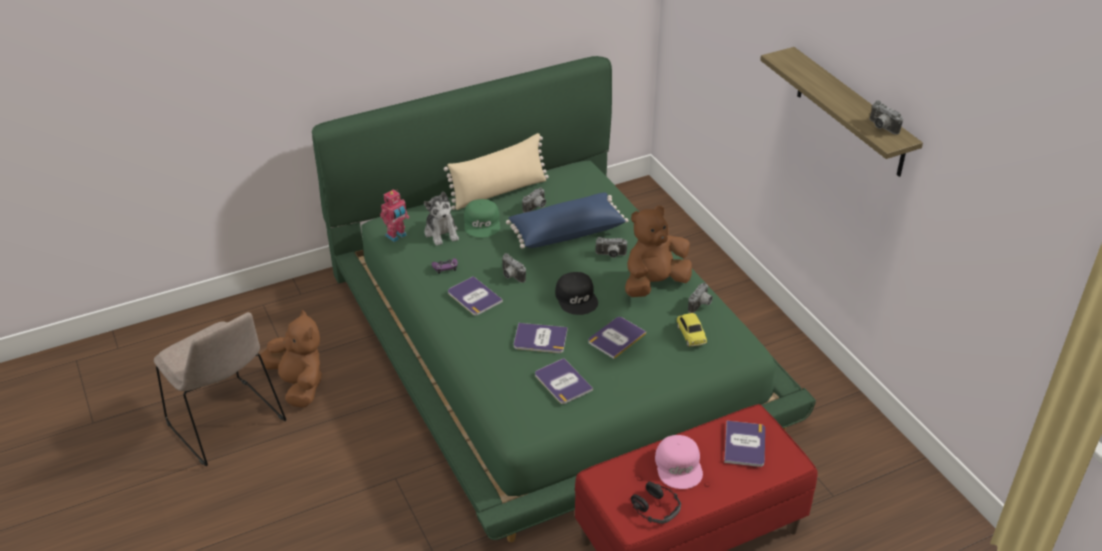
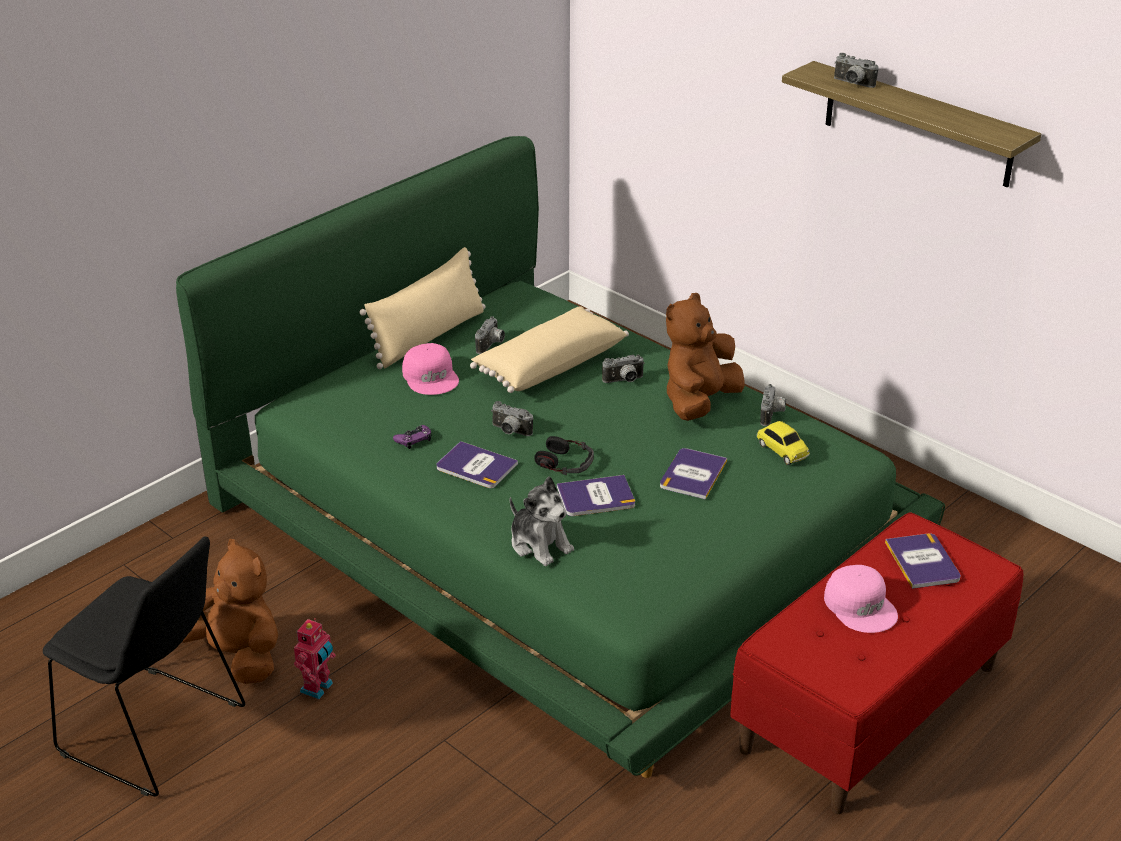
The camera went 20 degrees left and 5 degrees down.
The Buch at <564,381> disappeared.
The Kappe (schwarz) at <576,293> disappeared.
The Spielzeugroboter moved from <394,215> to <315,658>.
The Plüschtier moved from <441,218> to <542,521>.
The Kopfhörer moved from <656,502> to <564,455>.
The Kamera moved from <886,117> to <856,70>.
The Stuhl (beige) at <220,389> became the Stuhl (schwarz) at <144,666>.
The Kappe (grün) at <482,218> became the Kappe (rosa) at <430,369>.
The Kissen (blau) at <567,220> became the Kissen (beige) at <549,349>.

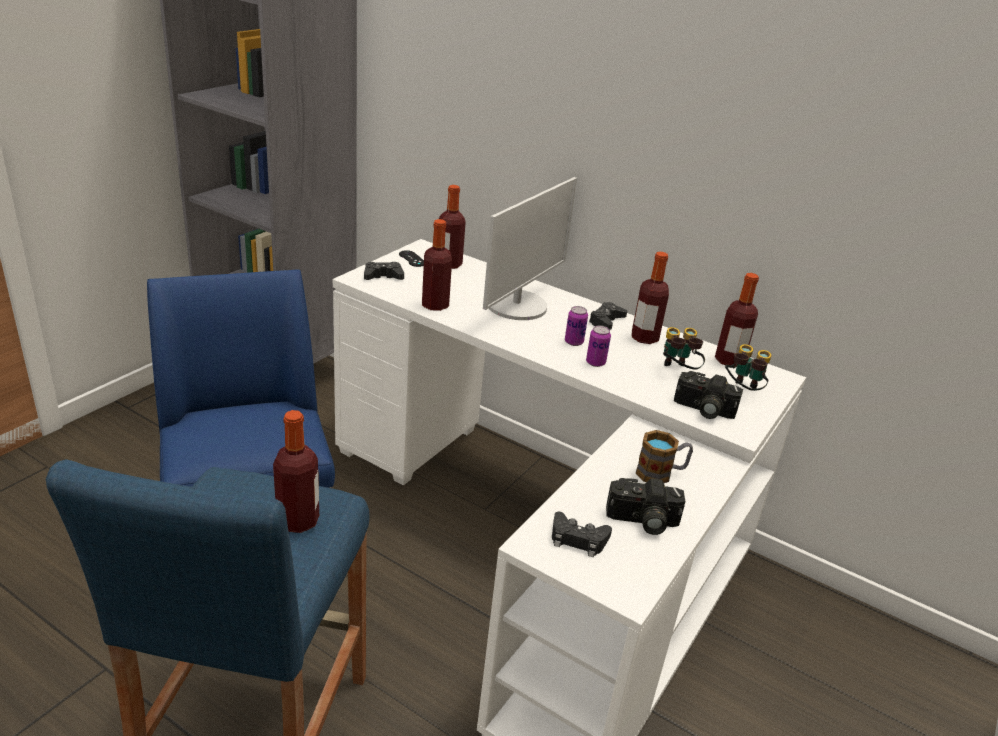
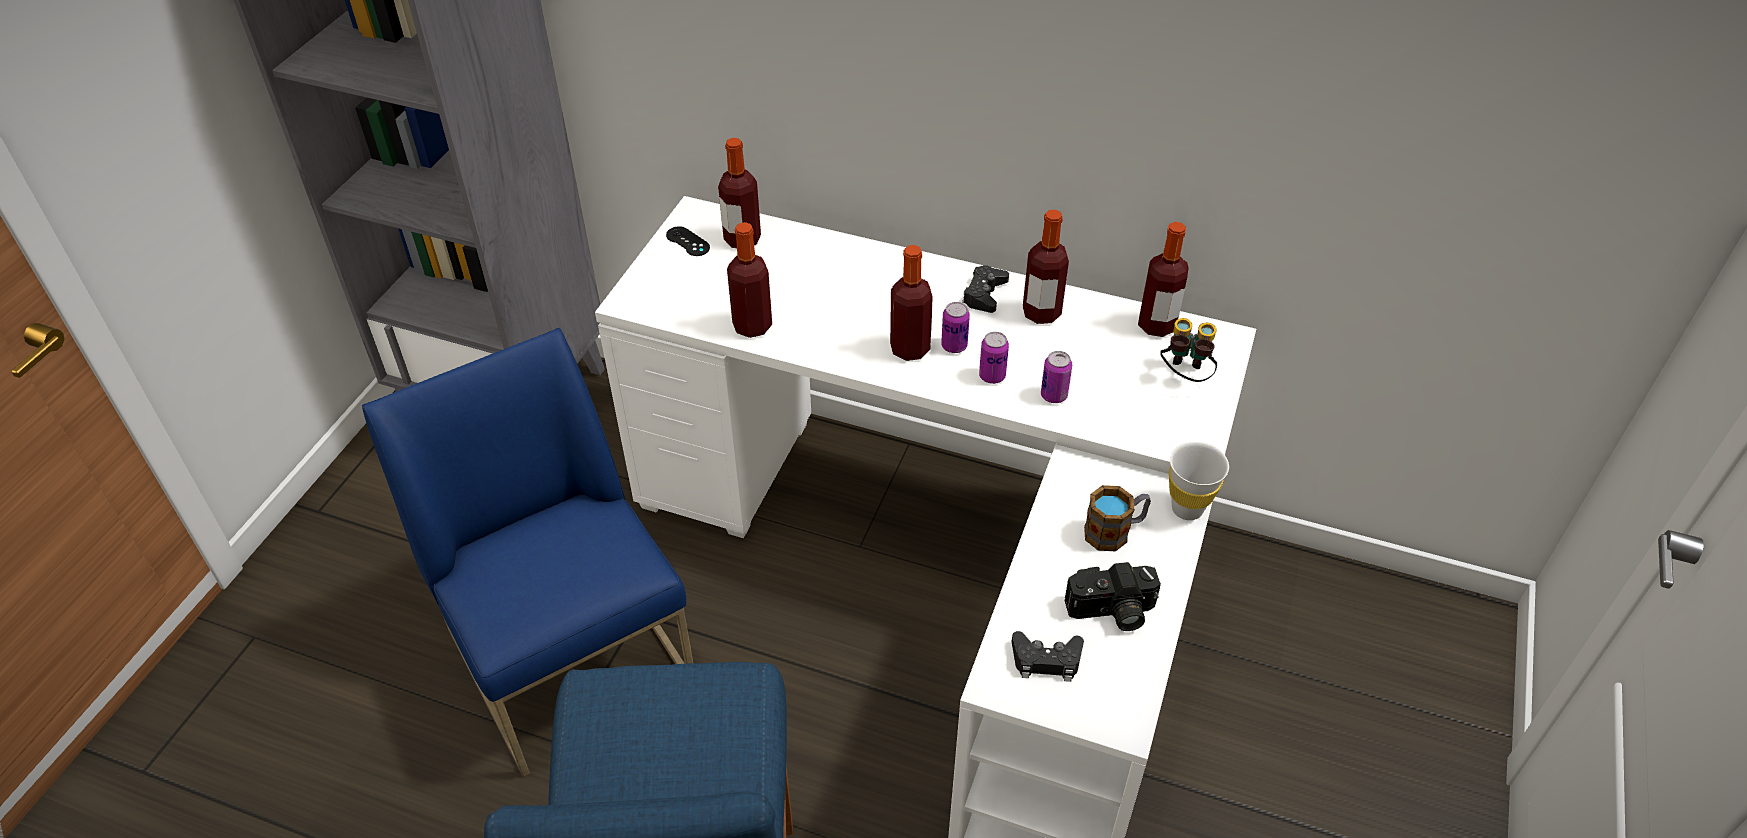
The camera went 10 degrees left and 15 degrees up.
The Gamepad (schwarz) at <384,271> disappeared.
The Monitor at <530,248> disappeared.
The Fernglas at <684,348> disappeared.
The Kamera at <708,395> disappeared.
The Dose at <1056,377> appeared.
The Tasse (weiß) at <1199,480> appeared.
The Flasche moved from <296,471> to <911,303>.

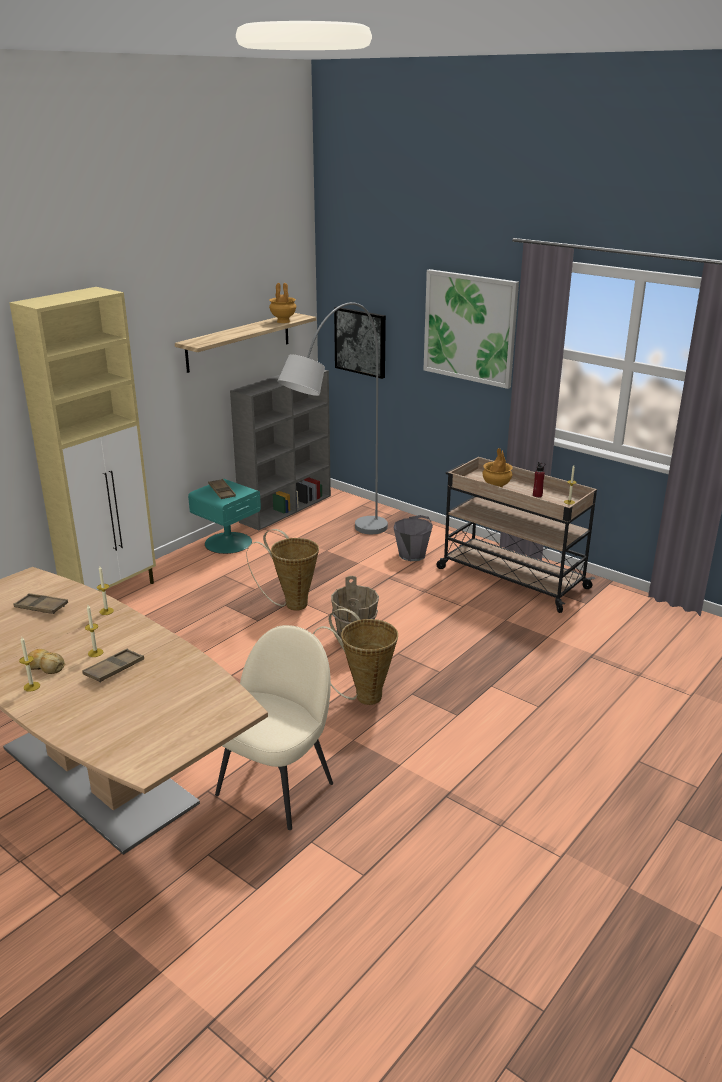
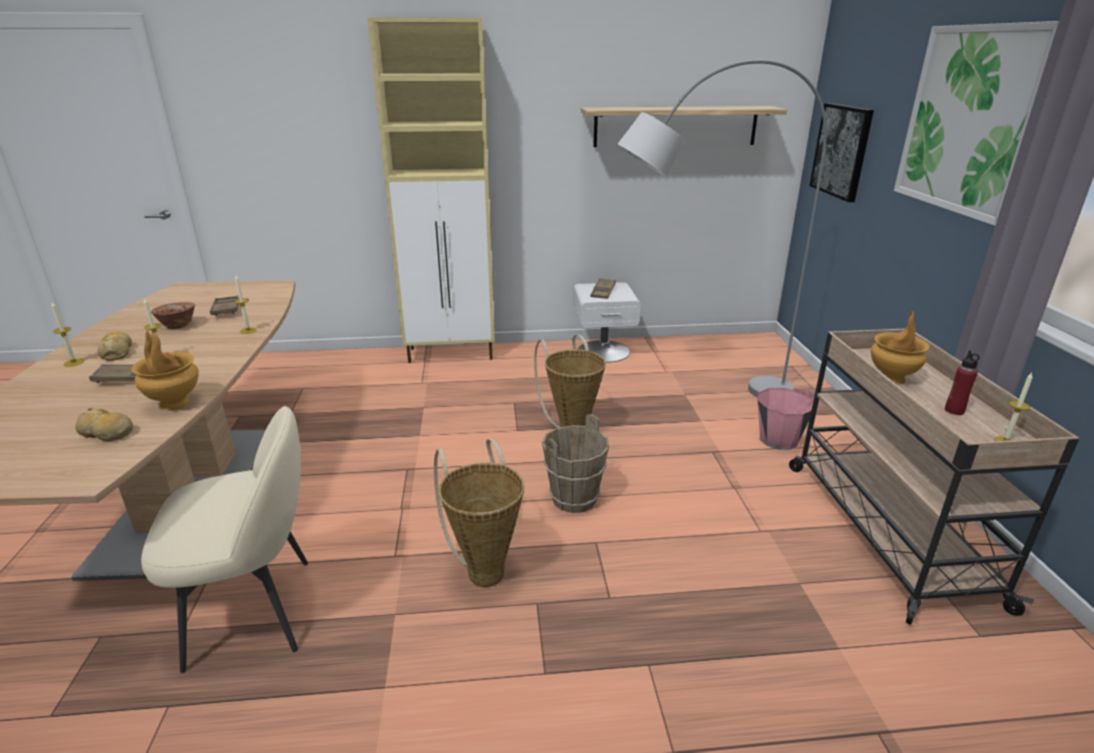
The camera went 45 degrees right and 0 degrees up.
The Bücherregal (grau) at <280,450> disappeared.
The Brot at <104,424> appeared.
The Schüssel at <173,315> appeared.
The Vase (braun) moved from <282,303> to <165,370>.
The Nachttisch (türkis) at <224,516> became the Nachttisch (weiß) at <607,322>.
The Eimer (grau) at <413,538> became the Eimer (rosa) at <785,419>.

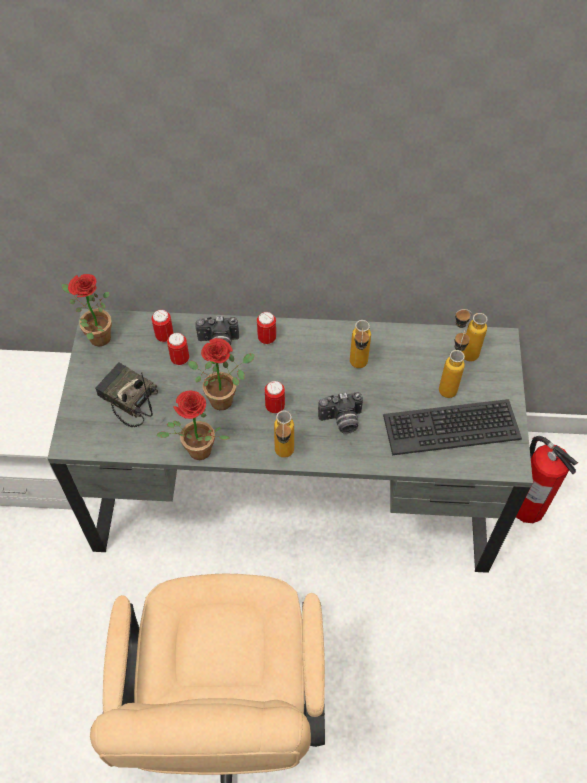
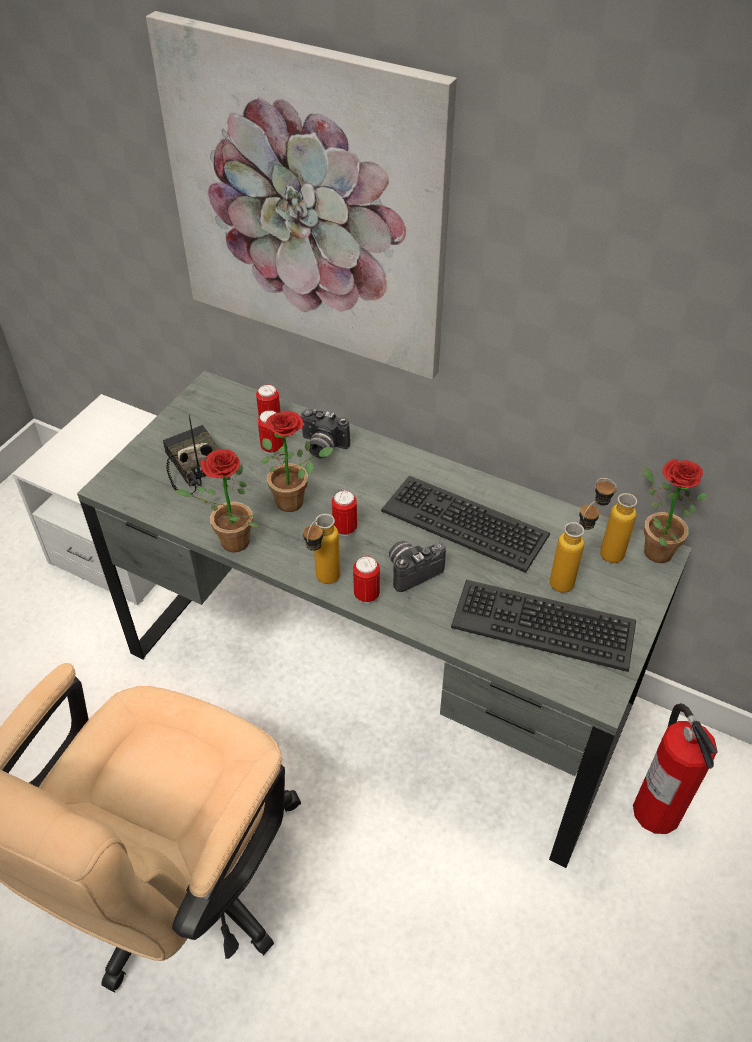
The camera went 25 degrees right and 10 degrees down.
The Bild at <301,195> appeared.
The Topfpflanze moved from <87,310> to <675,511>.
The Dose moved from <266,328> to <366,579>.
The Flasche at <360,344> was replaced by the Tastatur at <465,524>.
The Kamera at <340,413> turned 135 degrees clockwise.

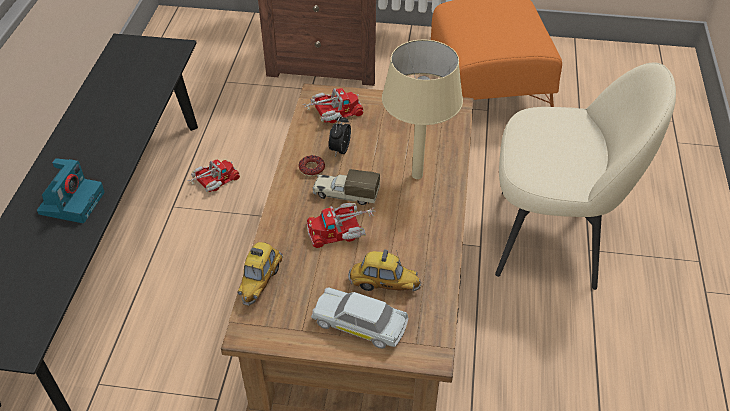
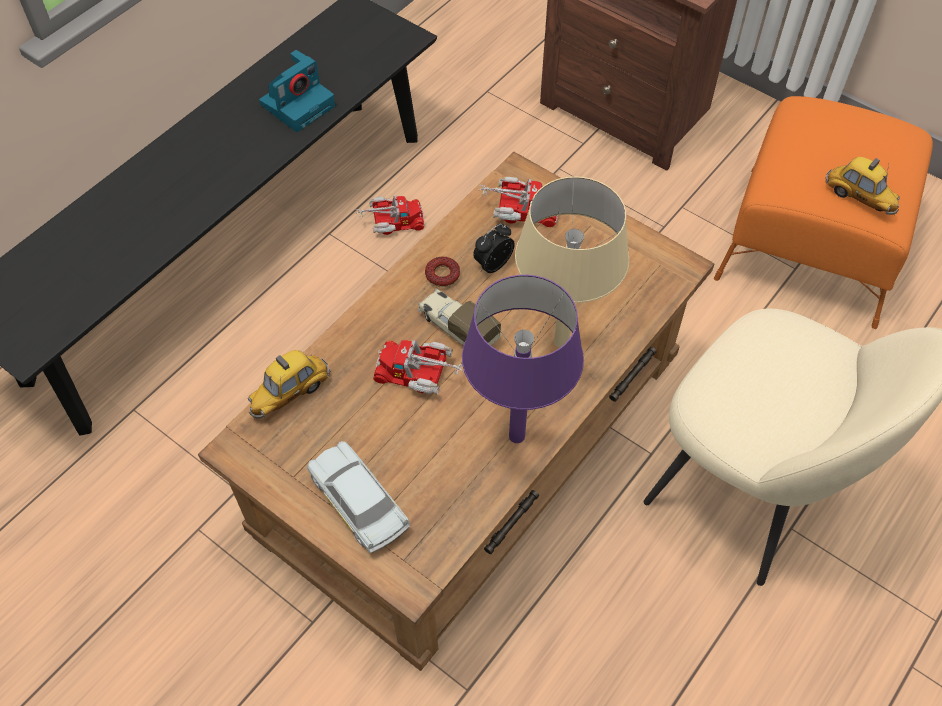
The camera went 30 degrees right and 10 degrees up.
The Tischlampe (lila) at <523,359> appeared.
The Kamera moved from <71,190> to <297,91>.
The Spielzeugauto moved from <384,270> to <862,186>.

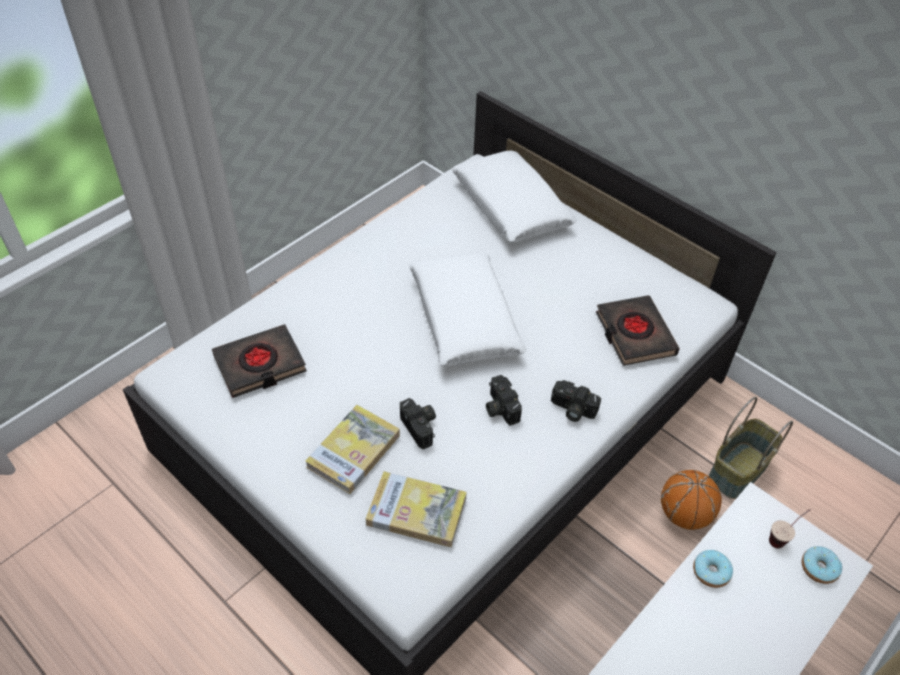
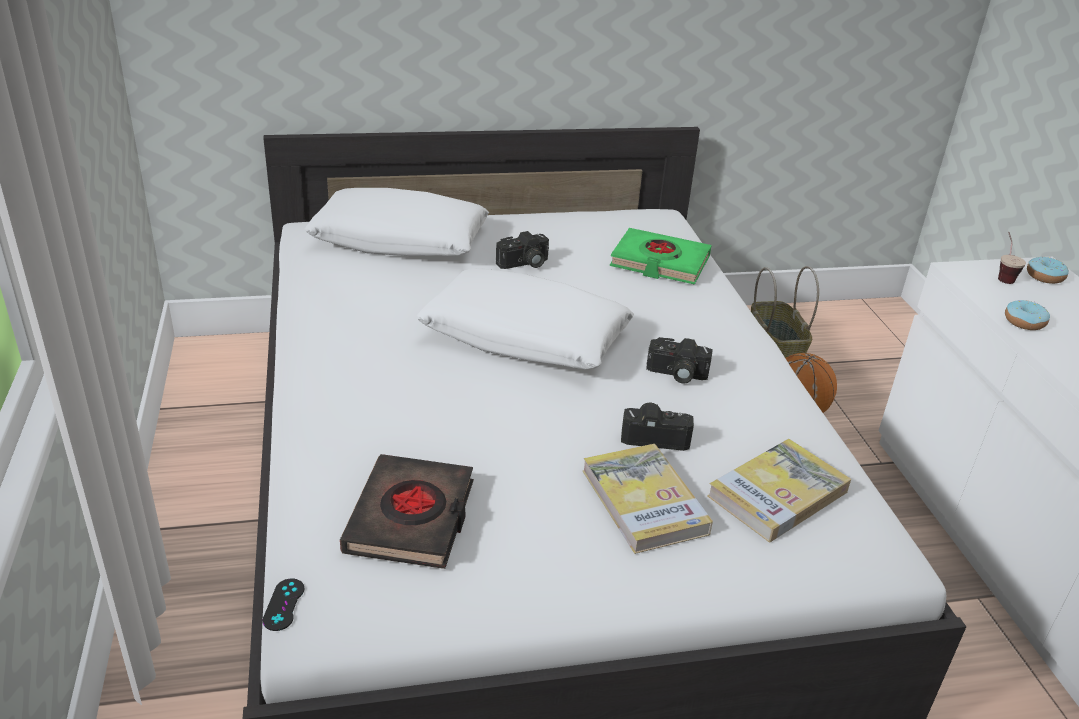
The camera went 55 degrees left and 15 degrees down.
The Gamepad (schwarz) at <283,604> appeared.
The Kamera moved from <576,401> to <522,250>.
The Buch (schwarz) at <638,330> became the Buch (grün) at <661,256>.

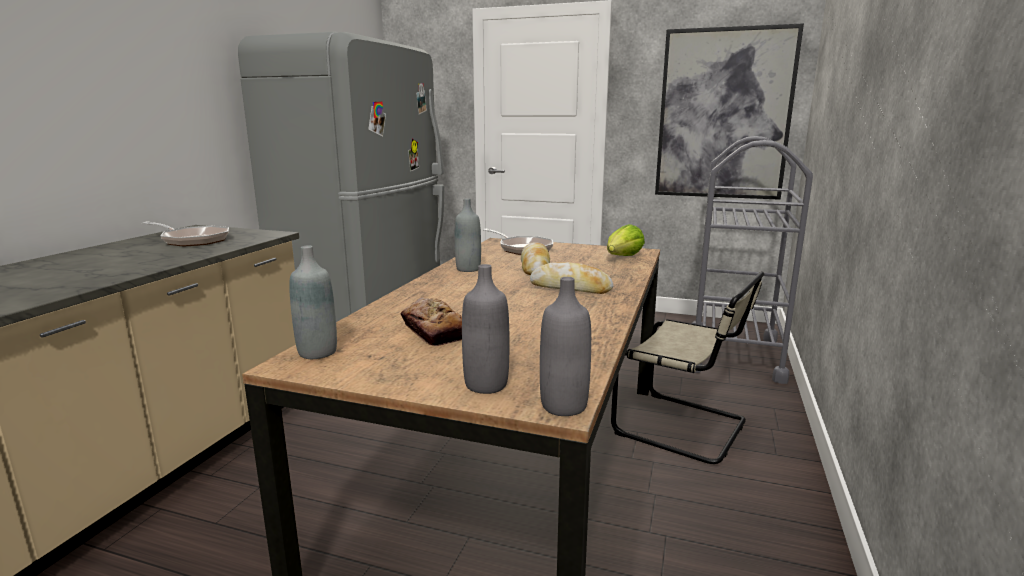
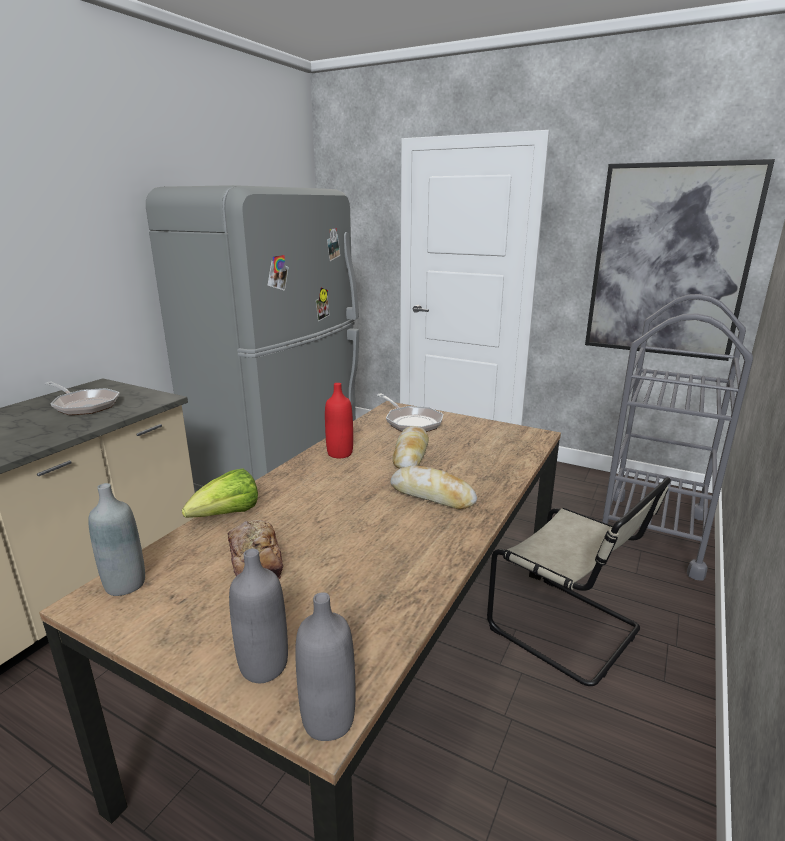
The camera went 10 degrees right and 5 degrees up.
The Salatkopf moved from <626,240> to <220,493>.
The Flasche (grau) at <468,235> became the Flasche (rot) at <339,420>.

